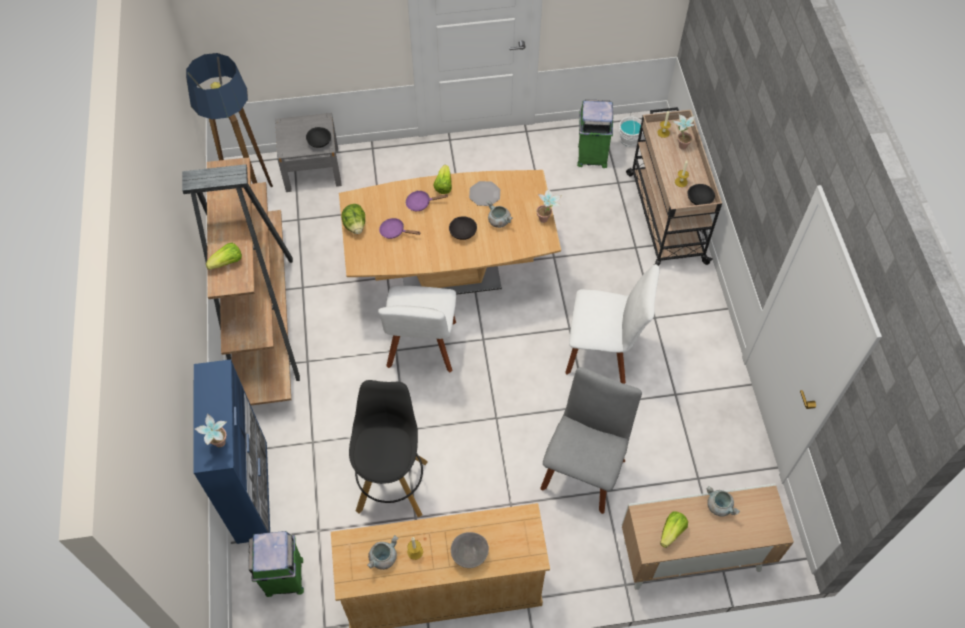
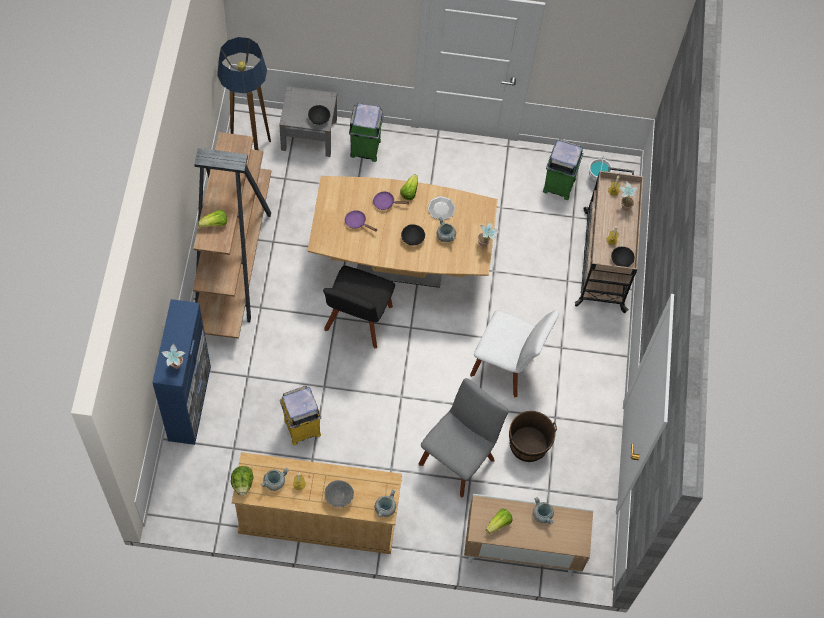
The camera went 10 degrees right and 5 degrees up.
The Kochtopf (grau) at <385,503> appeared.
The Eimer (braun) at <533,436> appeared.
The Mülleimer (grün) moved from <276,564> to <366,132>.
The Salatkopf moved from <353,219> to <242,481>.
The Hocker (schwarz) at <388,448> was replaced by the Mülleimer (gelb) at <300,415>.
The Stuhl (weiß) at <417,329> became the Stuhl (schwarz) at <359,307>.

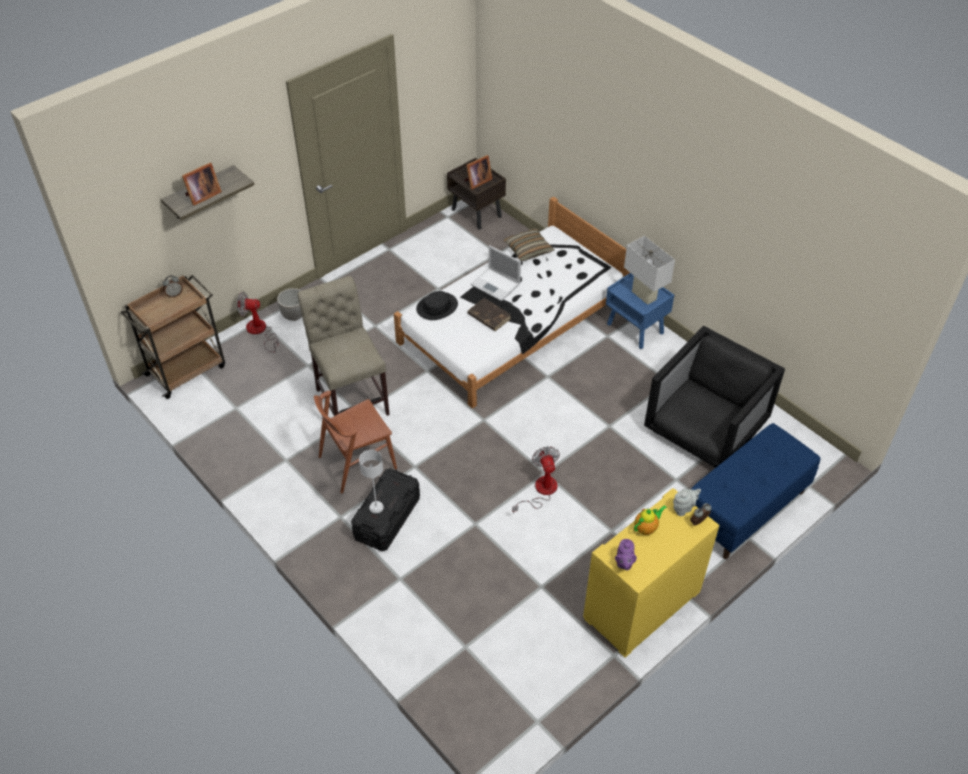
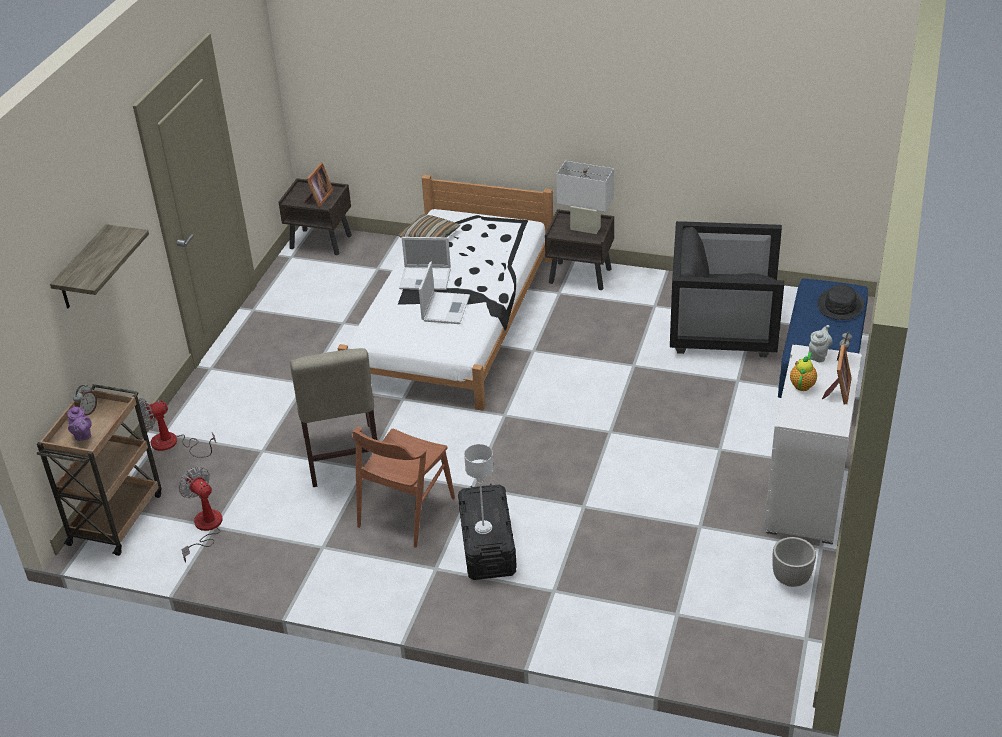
The camera went 30 degrees left and 10 degrees down.
The Bilderrahmen moved from <202,184> to <837,374>.
The Pflanzkübel moved from <289,304> to <794,562>.
The Hut (schwarz) moved from <437,305> to <840,302>.
The Ventilator moved from <536,480> to <201,515>.
The Teekanne (lila) moved from <626,554> to <79,423>.
The Buch (braun) at <489,314> was replaced by the Laptop at <444,293>.
The Kommode (gelb) at <651,573> became the Kommode (weiß) at <812,444>.
The Nachttisch (blau) at <640,311> became the Nachttisch (braun) at <579,249>.
The Stuhl (beige) at <343,346> turned 135 degrees counterclockwise.
The Sessel (schwarz) at <714,397> turned 90 degrees counterclockwise.

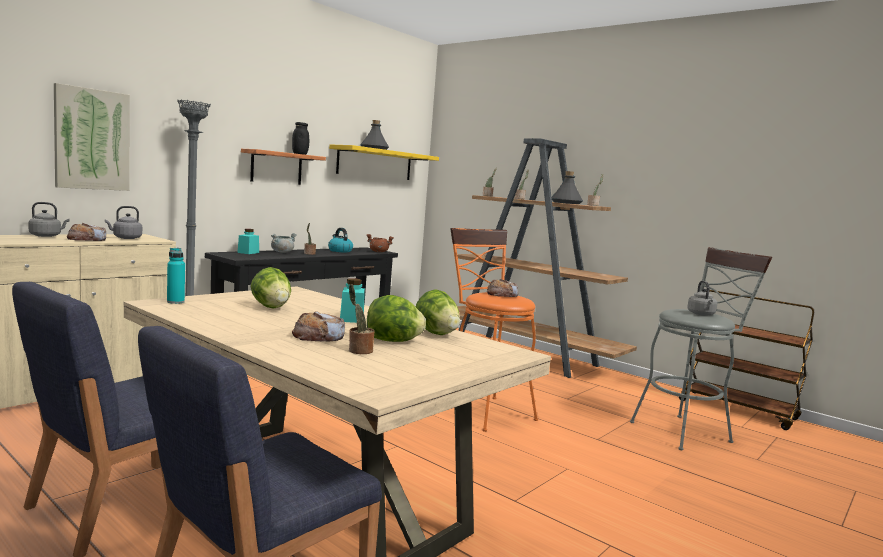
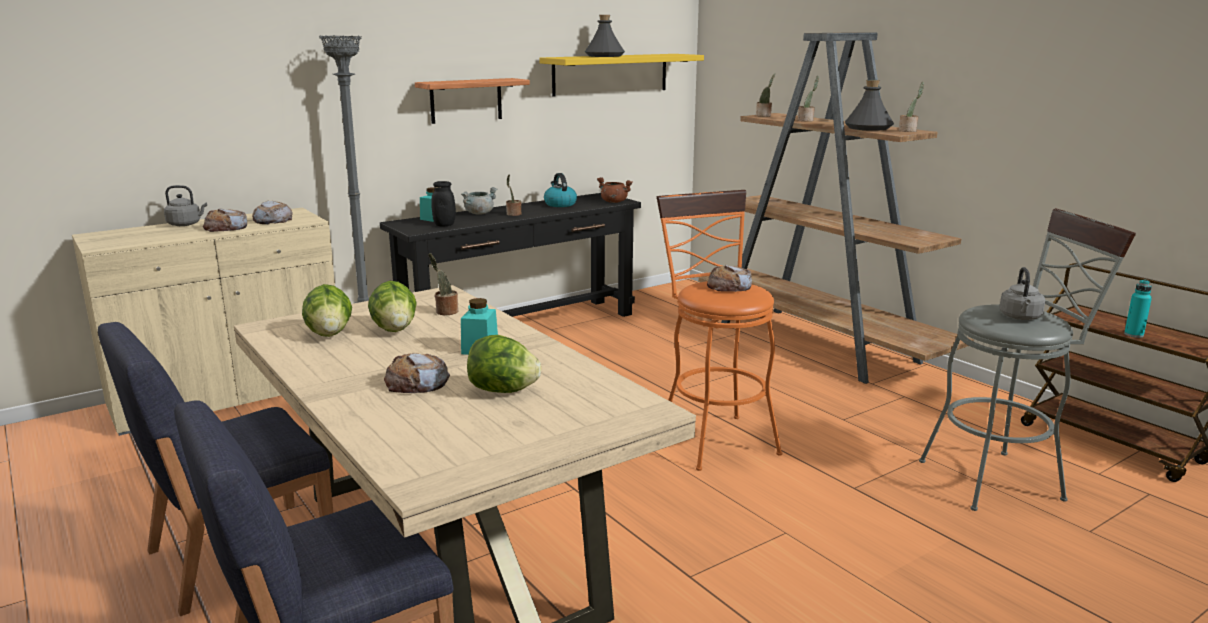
The camera went 15 degrees right and 10 degrees up.
The Bild at <92,137> disappeared.
The Flasche (türkis) moved from <176,276> to <1138,308>.
The Vorratsglas (schwarz) moved from <300,138> to <443,203>.
The Topfpflanze moved from <362,319> to <444,284>.
The Salatkopf moved from <438,312> to <327,310>.
The Wasserkessel (grau) at <123,222> was replaced by the Brot at <272,212>.

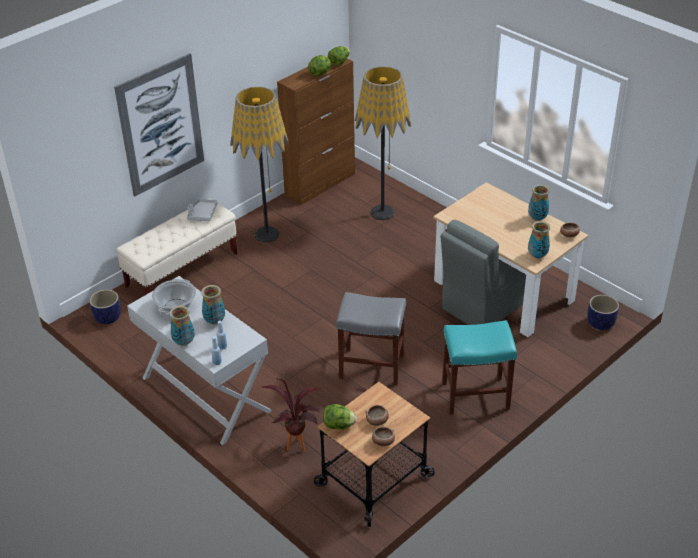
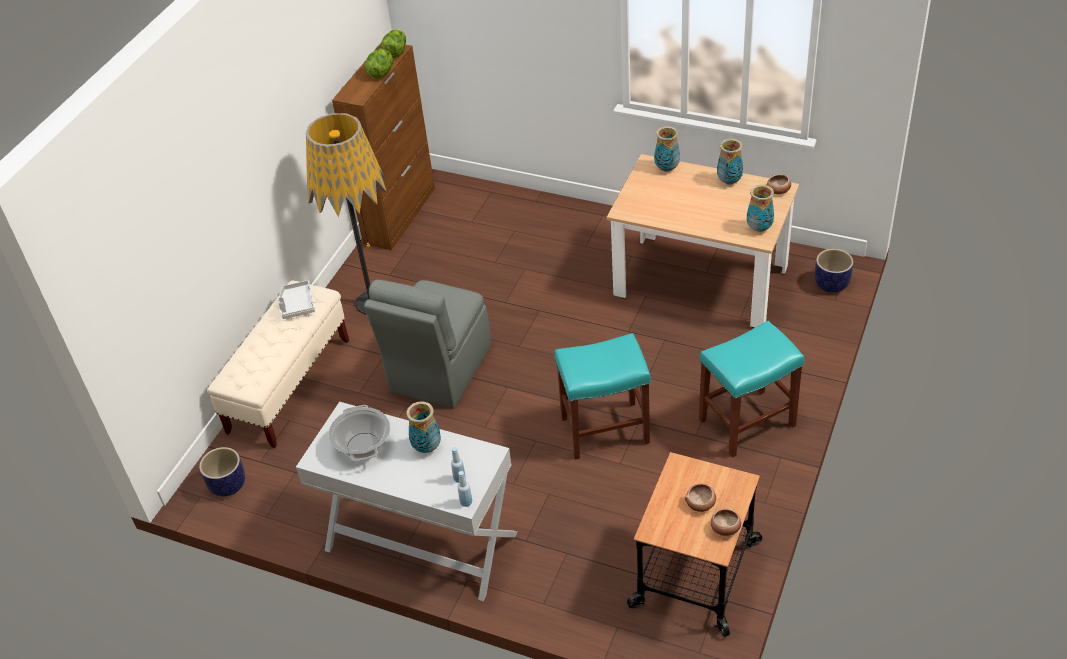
The camera went 20 degrees left and 5 degrees up.
The Bild at <159,125> disappeared.
The Topfpflanze at <291,415> disappeared.
The Salatkopf at <340,417> disappeared.
The Stehlampe at <383,143> disappeared.
The Vase moved from <182,326> to <667,149>.
The Stuhl (grau) moved from <483,272> to <427,344>.
The Hocker (grau) at <371,338> became the Hocker (türkis) at <602,396>.

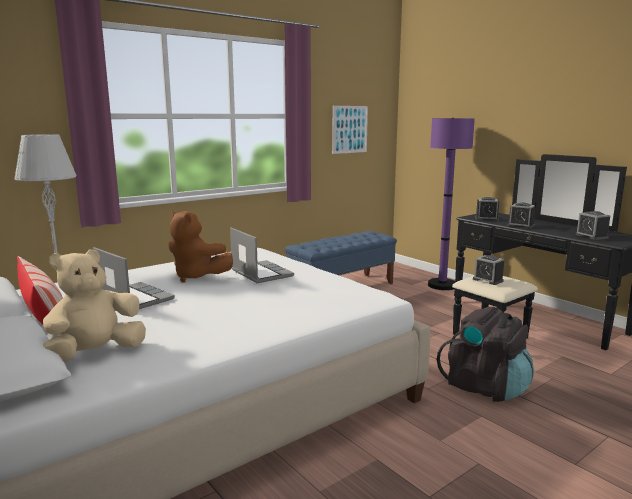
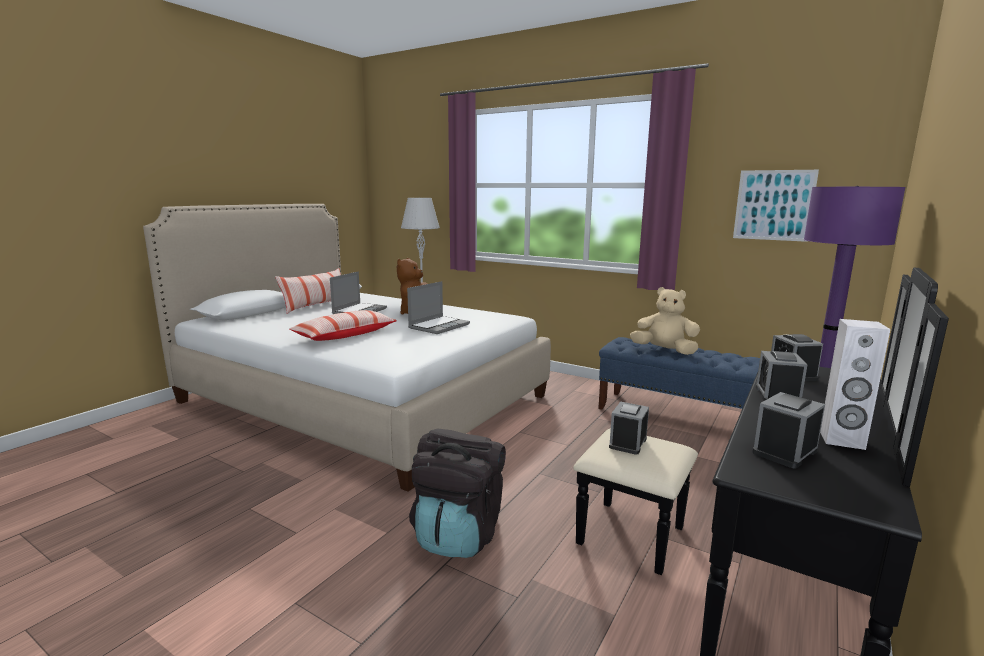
The camera went 70 degrees right and 0 degrees up.
The Kissen at <343,325> appeared.
The Lautsprecher (weiß) at <855,384> appeared.
The Plüschtier (beige) moved from <94,305> to <665,321>.

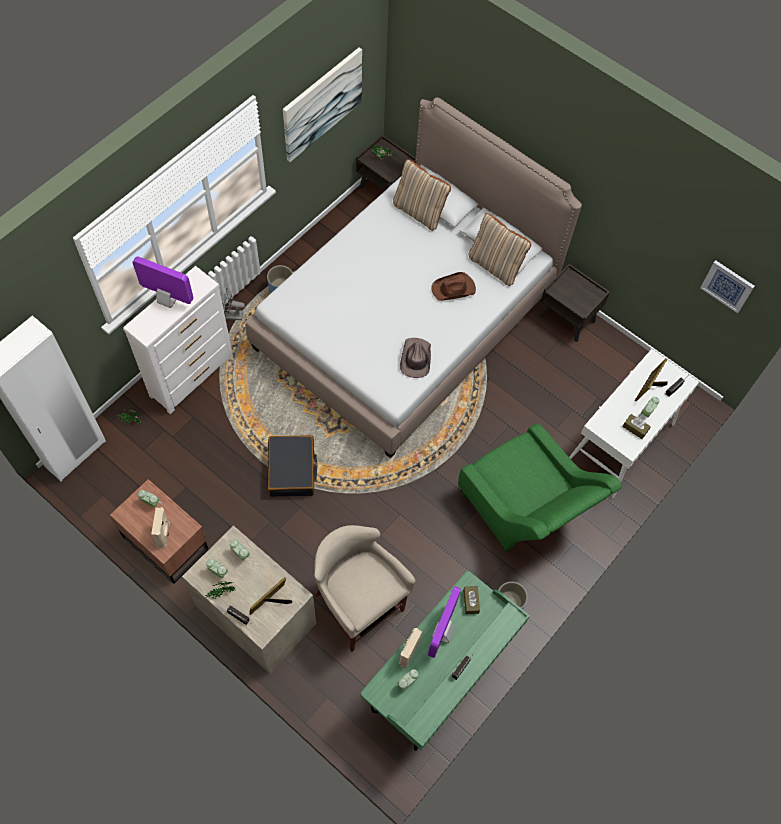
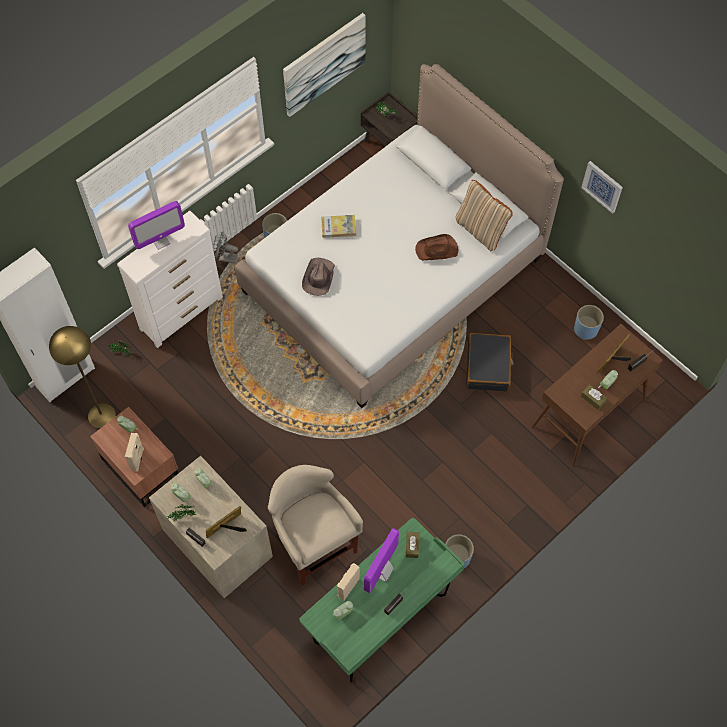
The camera went 10 degrees right and 0 degrees up.
The Kissen (beige) at <422,195> disappeared.
The Sessel (grün) at <540,487> disappeared.
The Nachttisch (braun) at <575,303> disappeared.
The Stehlampe (gelb) at <82,377> appeared.
The Buch at <338,226> appeared.
The Pflanzkübel (blau) at <589,322> appeared.
The Koffer (schwarz) moved from <292,466> to <490,362>.
The Hut (braun) moved from <415,358> to <318,277>.
The Bild moved from <727,286> to <602,187>.
The Konsolentisch (weiß) at <634,423> became the Konsolentisch (braun) at <597,395>.
The Monitor at <163,282> turned 120 degrees clockwise.

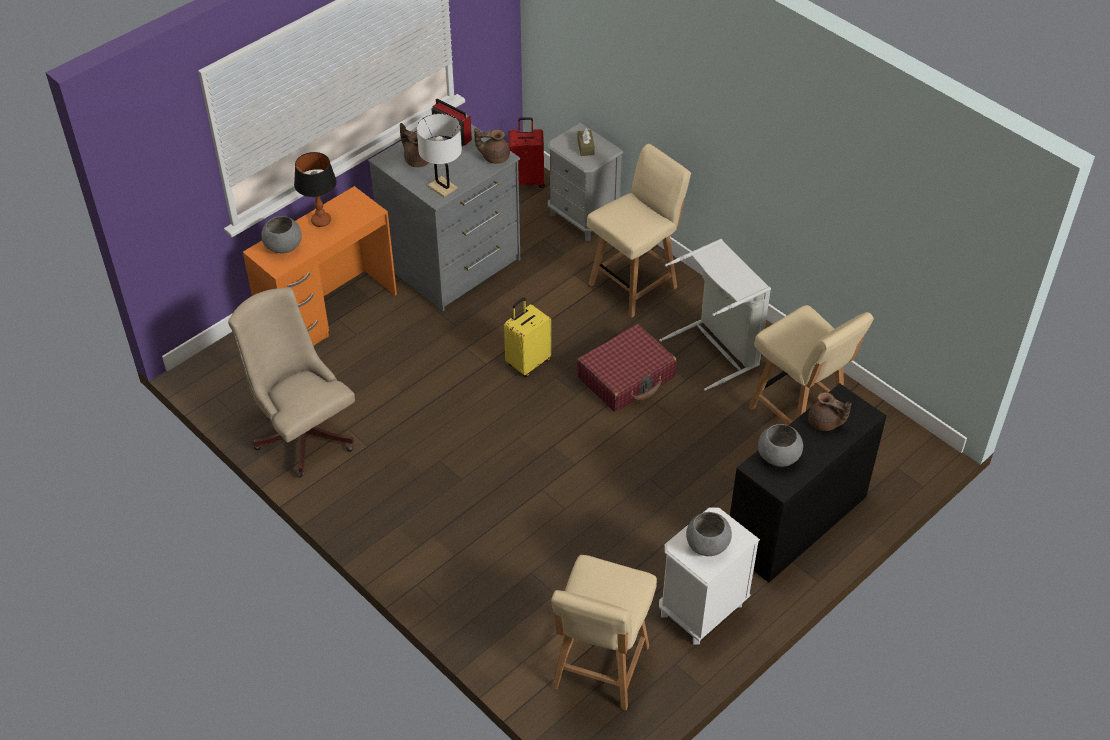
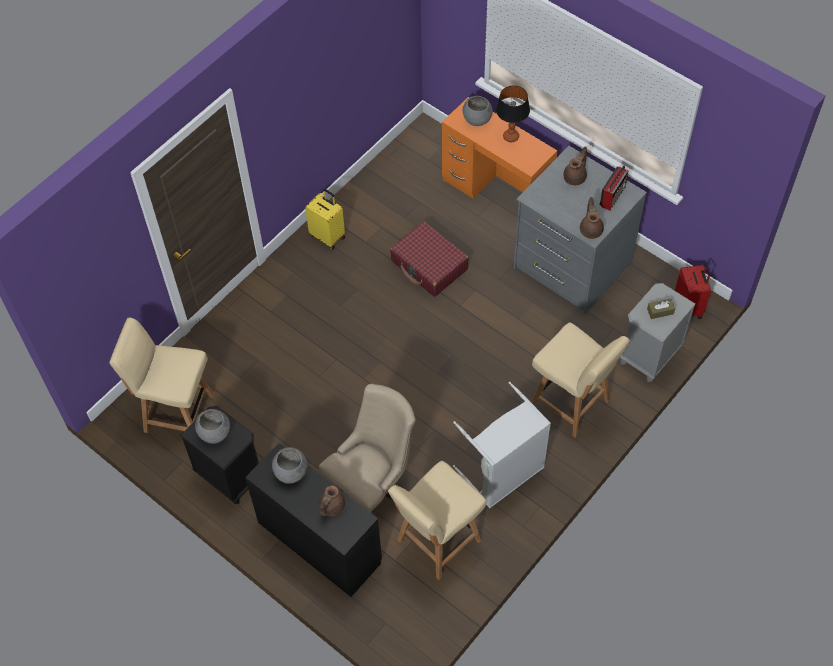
The camera went 85 degrees right and 10 degrees up.
The Tischlampe (weiß) at <439,155> disappeared.
The Bürostuhl (beige) moved from <291,382> to <367,448>.
The Koffer (gelb) moved from <527,337> to <325,219>.
The Koffer (rot) moved from <626,368> to <429,259>.
The Nachttisch (weiß) at <709,576> became the Nachttisch (schwarz) at <219,455>.

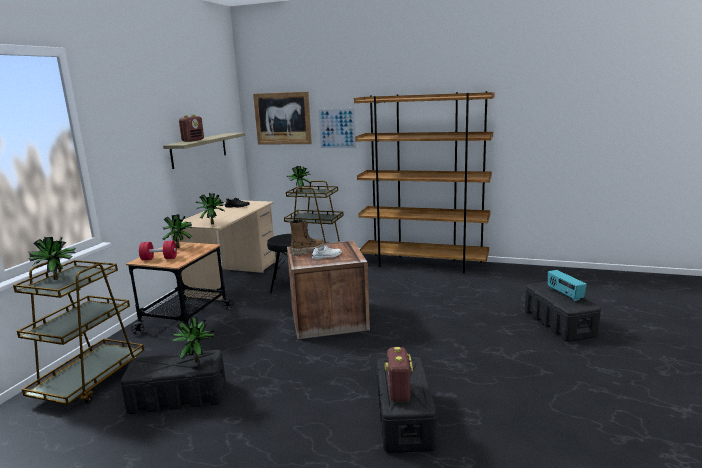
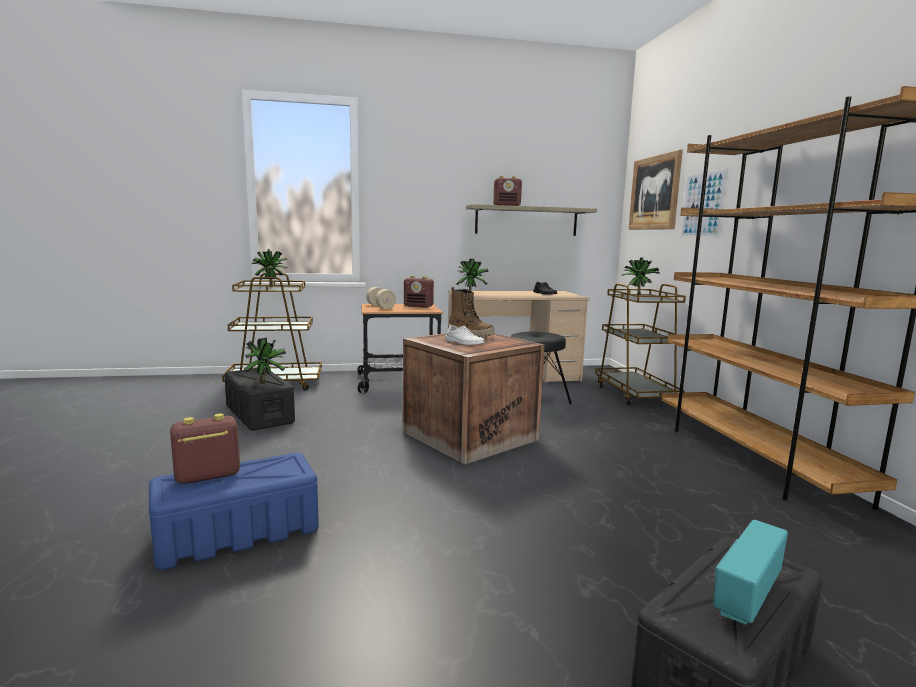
The camera went 60 degrees right and 5 degrees down.
The Topfpflanze at <177,231> was replaced by the Radio at <419,292>.
The Hantel (rot) at <158,250> became the Hantel (beige) at <381,298>.
The Aufbewahrungsbox (schwarz) at <407,405> became the Aufbewahrungsbox (blau) at <234,511>.

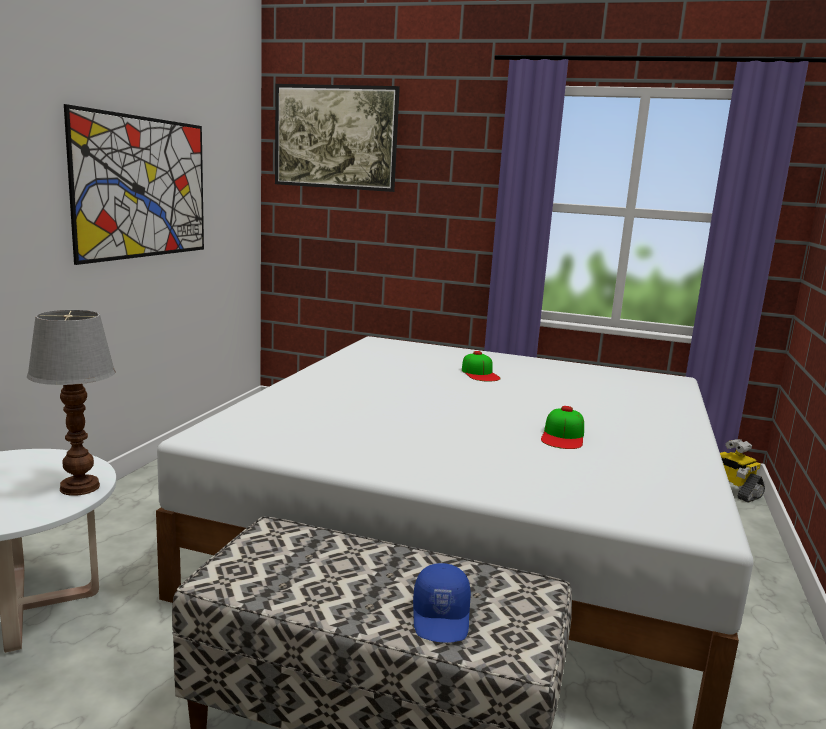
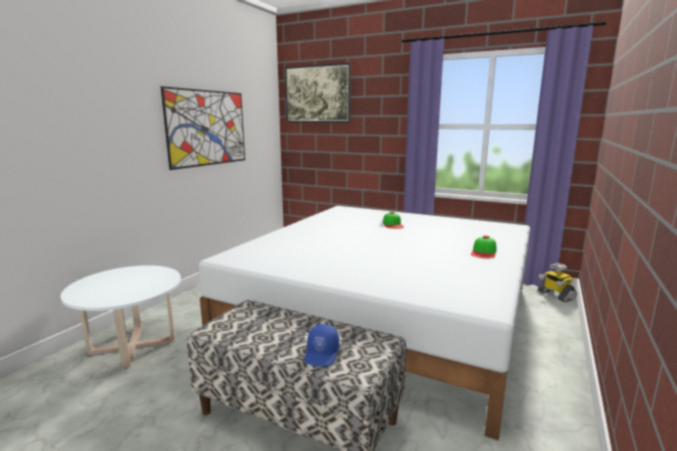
The camera went 10 degrees right and 0 degrees up.
The Tischlampe at <71,403> disappeared.
The Kappe moved from <562,427> to <483,247>.

